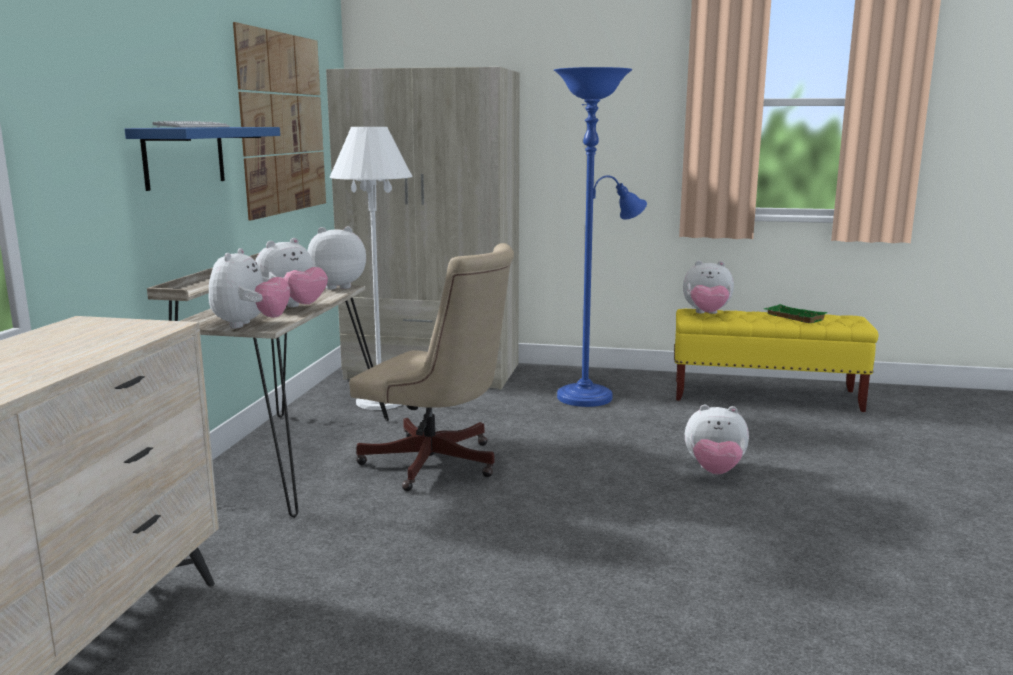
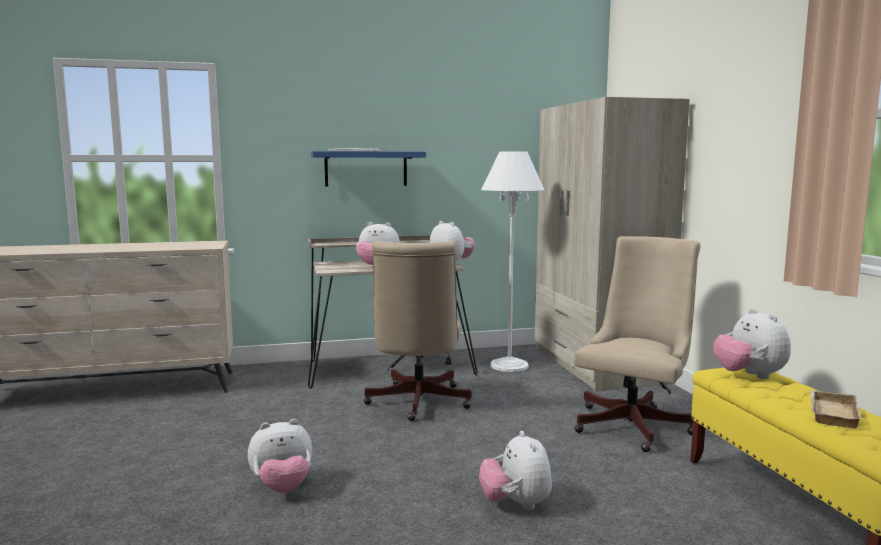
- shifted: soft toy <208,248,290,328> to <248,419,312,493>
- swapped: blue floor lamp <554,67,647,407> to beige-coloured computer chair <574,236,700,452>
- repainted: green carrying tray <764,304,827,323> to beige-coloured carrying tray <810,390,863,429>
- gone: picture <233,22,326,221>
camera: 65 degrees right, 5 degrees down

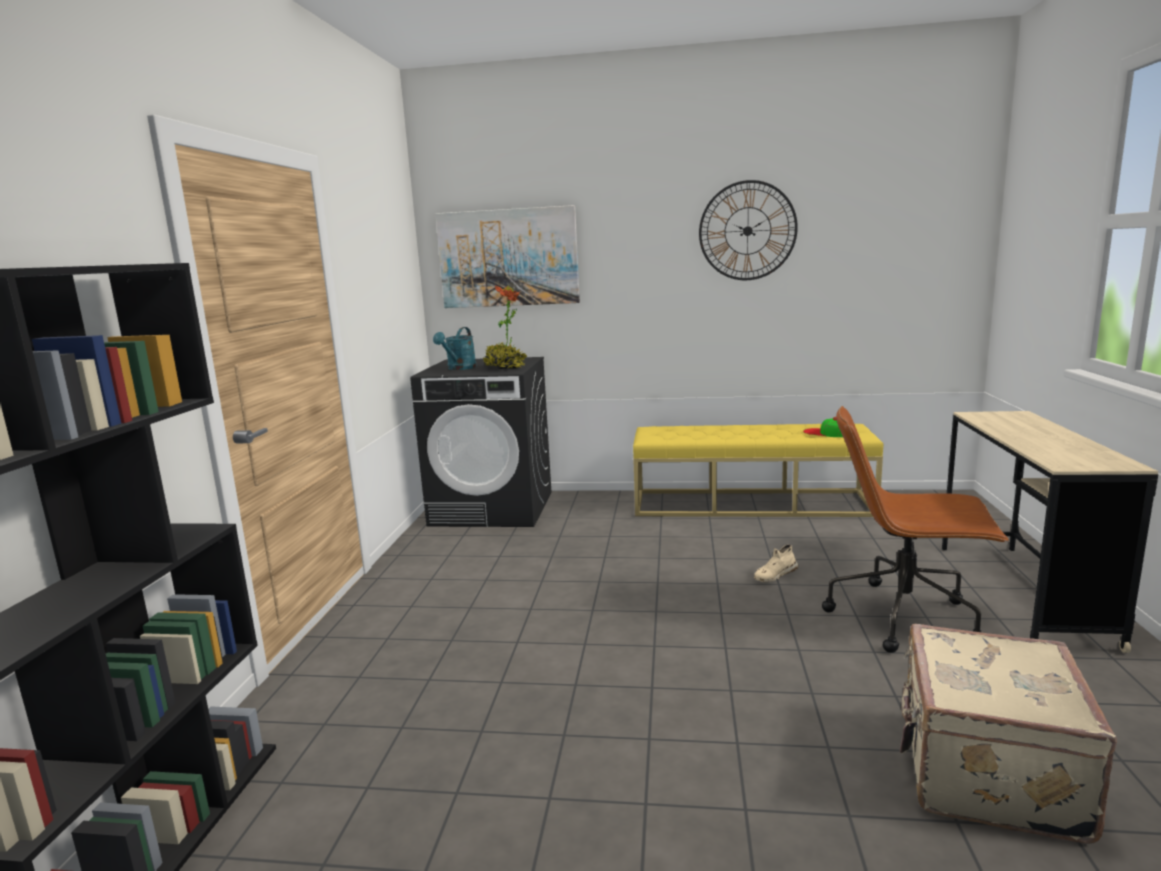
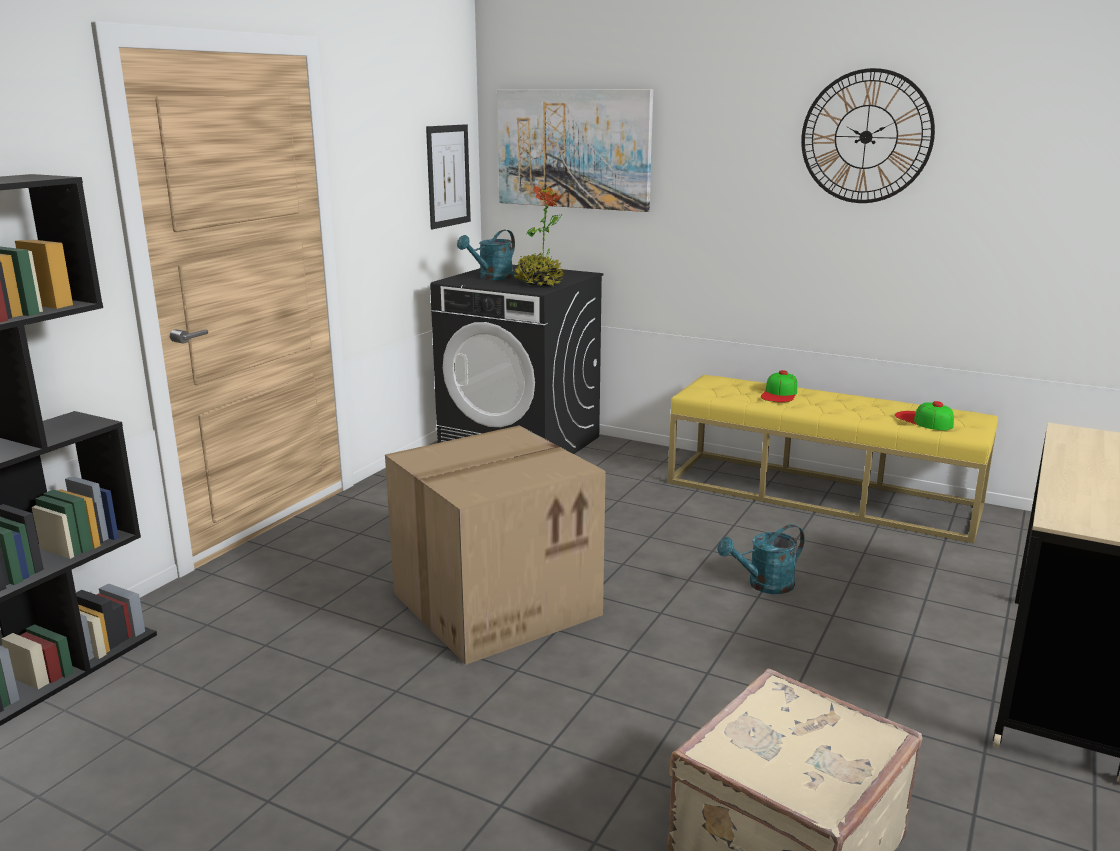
- new: cardboard box <385,425,606,665>
- new: picture <426,124,471,229>
- swapped: beige-coloured shoe <754,545,799,582> to turquoise-coloured sprinkling can <717,524,805,594>
- new: peaked cap <761,370,797,403>
- gone: brown computer chair <822,406,1009,653>
camera: 20 degrees right, 5 degrees up

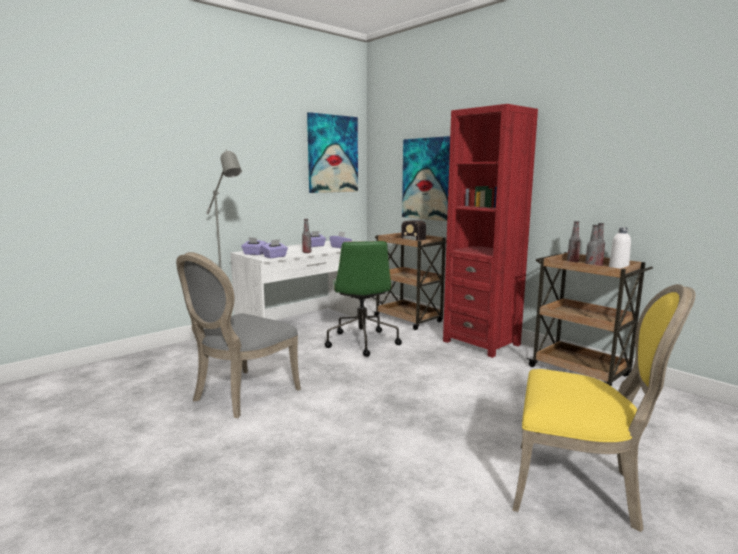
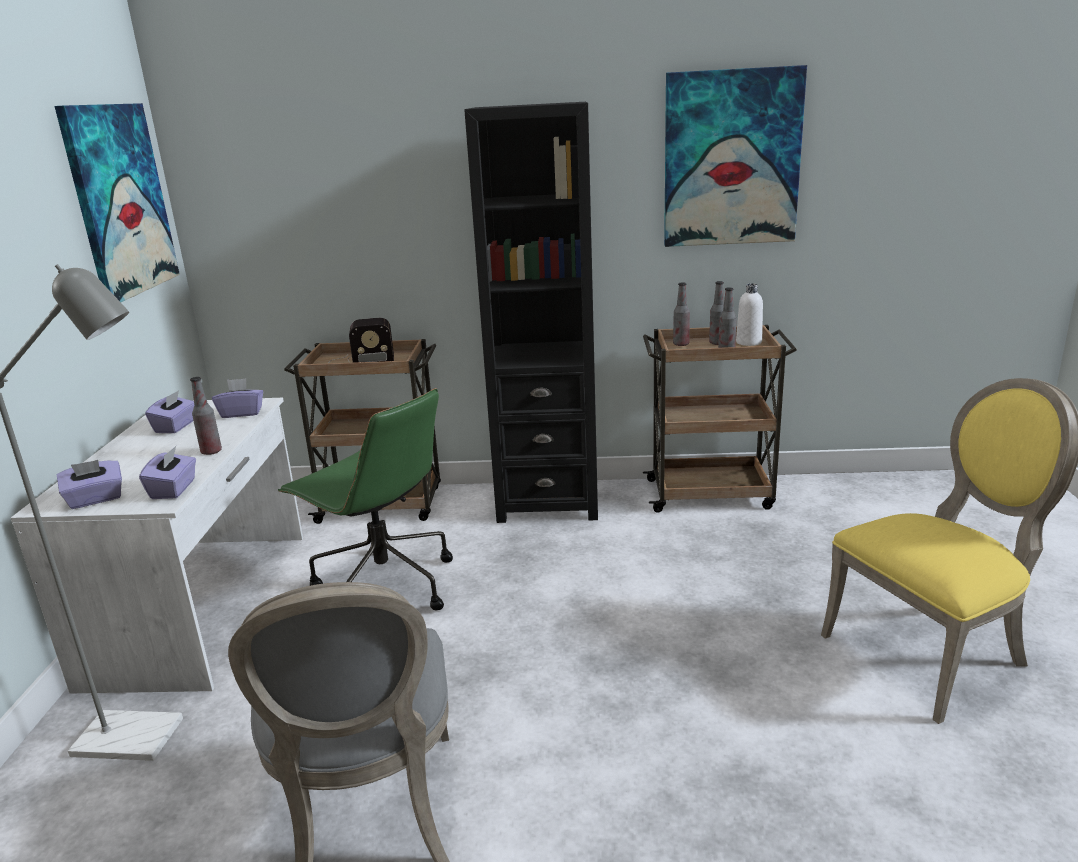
- repainted: red-coloured shelving unit <443,104,538,358> to blackish shelving unit <464,102,598,523>
- shifted: picture <402,136,450,221> to <664,65,807,247>
camera: 45 degrees left, 10 degrees up

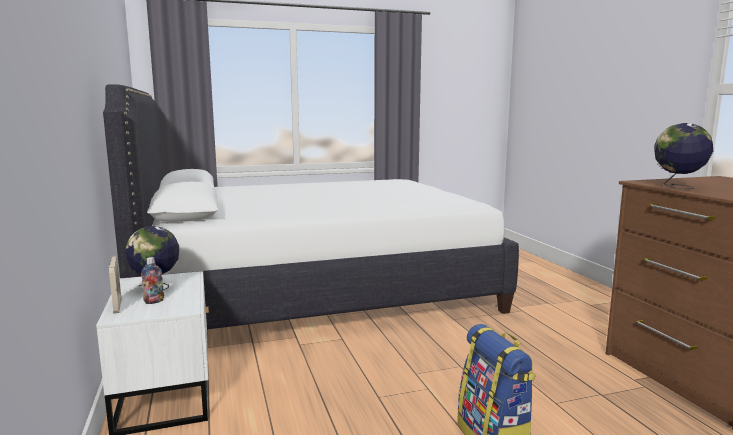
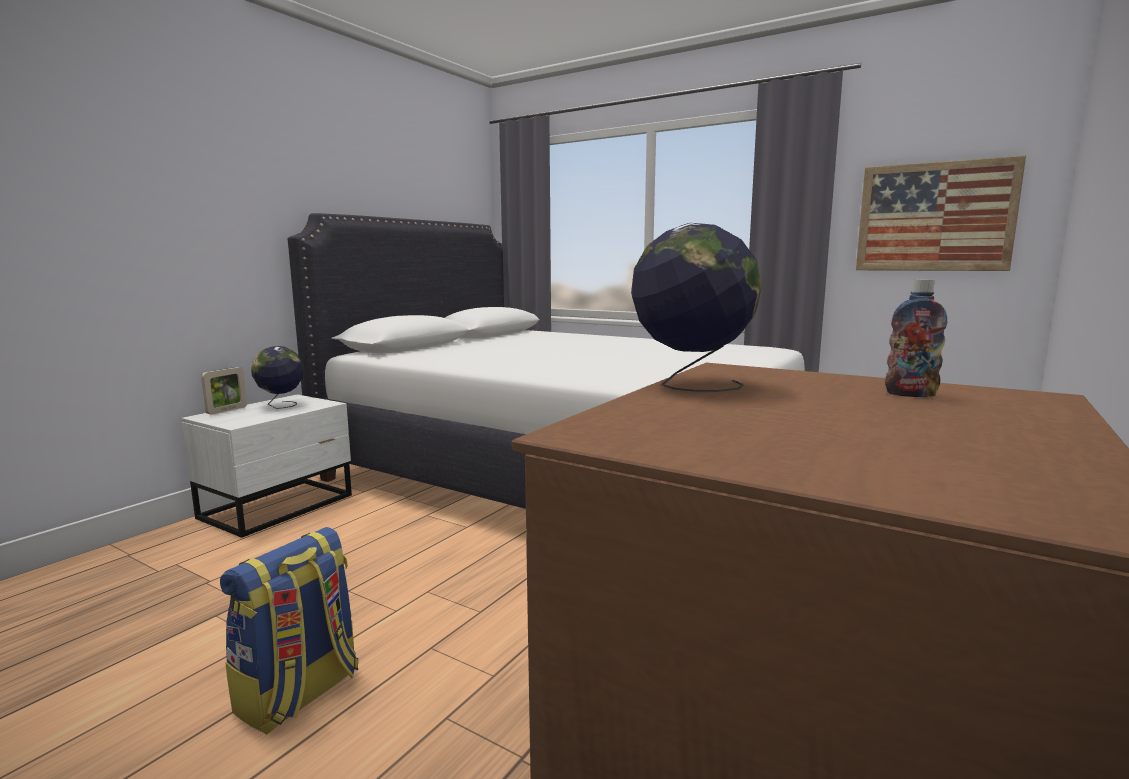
- new: picture <856,155,1026,271>
- shifted: bottle <141,257,164,304> to <885,279,947,397>
camera: 50 degrees right, 0 degrees up

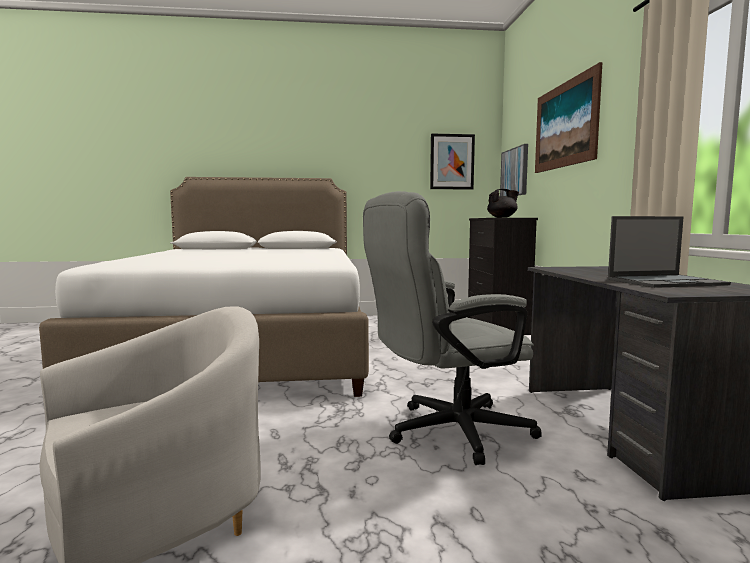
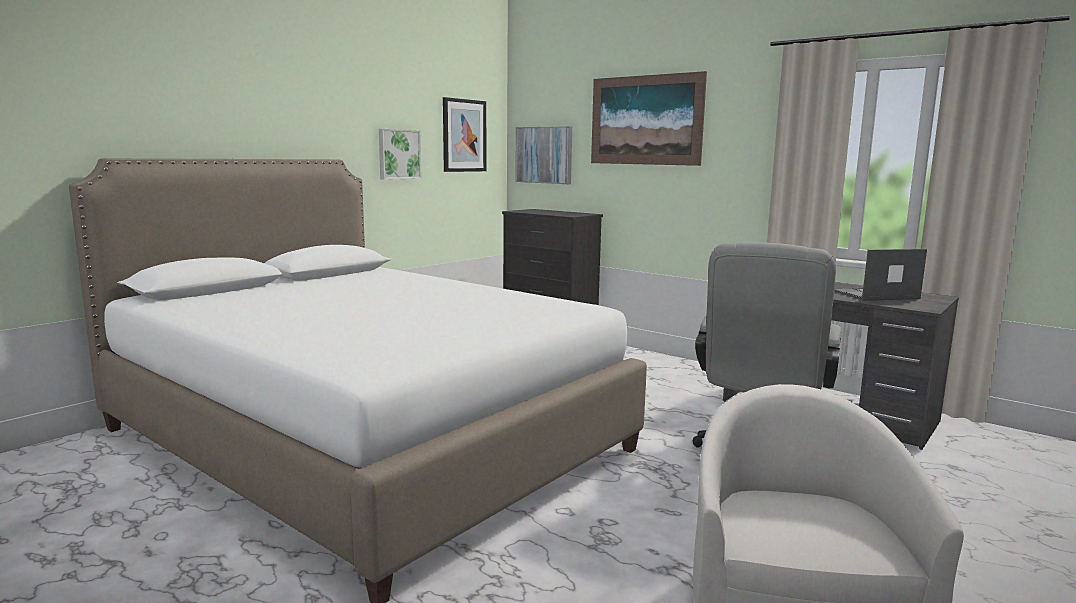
- new: picture <379,129,422,180>
- rotated: portable computer <608,216,731,288> = <834,249,927,301> 135 degrees counterclockwise
- gone: blackish teapot <487,189,519,218>
camera: 45 degrees left, 5 degrees up

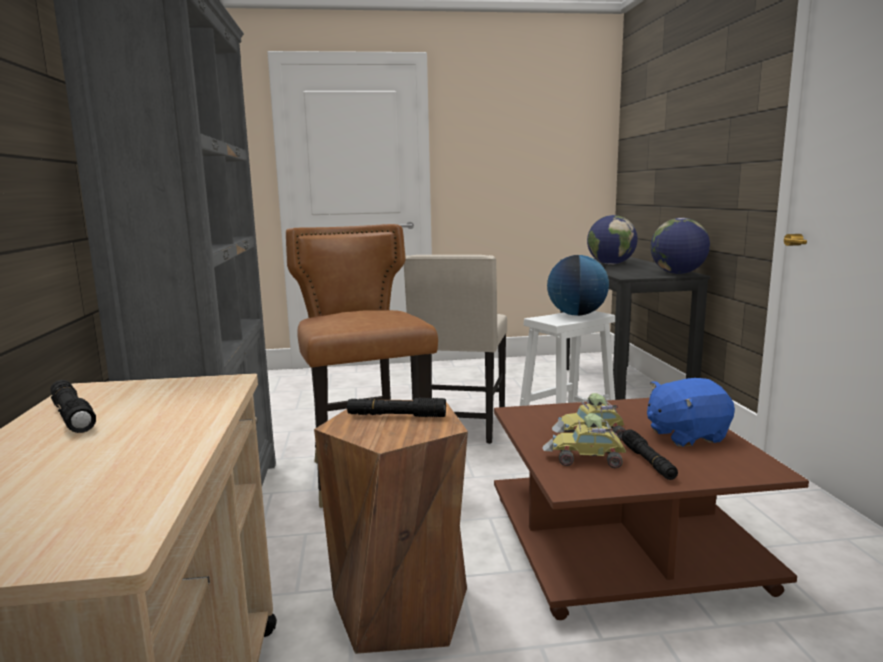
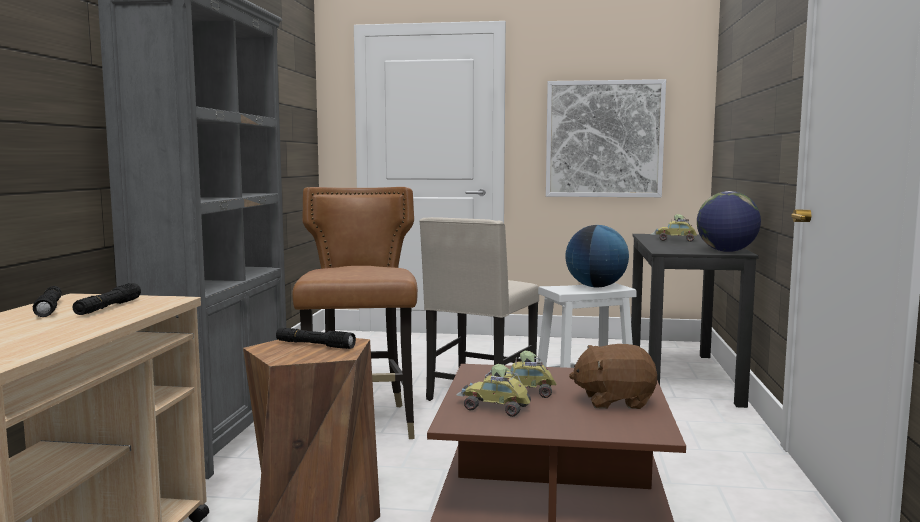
- shifted: blackish hand torch <622,430,678,480> to <72,283,141,315>
- new: picture <546,79,666,197>
- repainted: blue soft toy <647,378,735,447> to brown soft toy <569,344,657,409>
- swapped: desk globe <587,215,638,265> to toy car <651,214,697,242>
camera: 15 degrees right, 5 degrees down

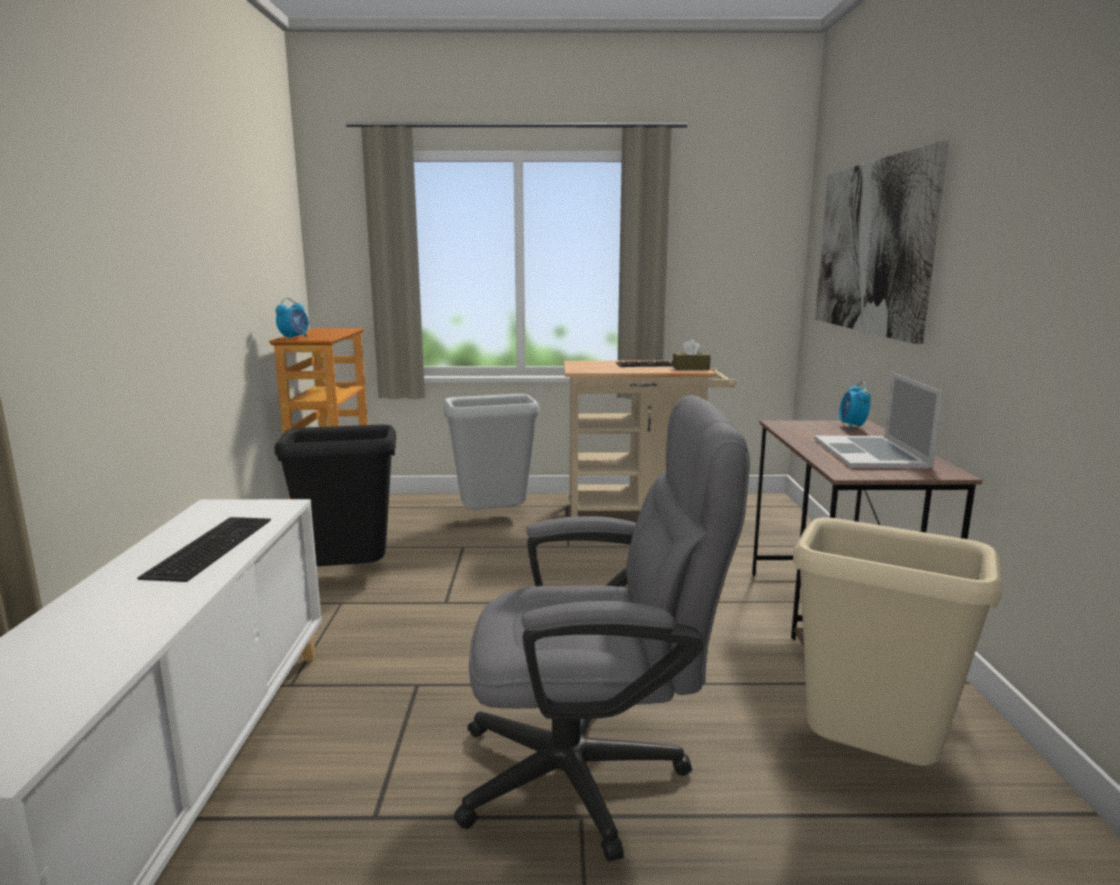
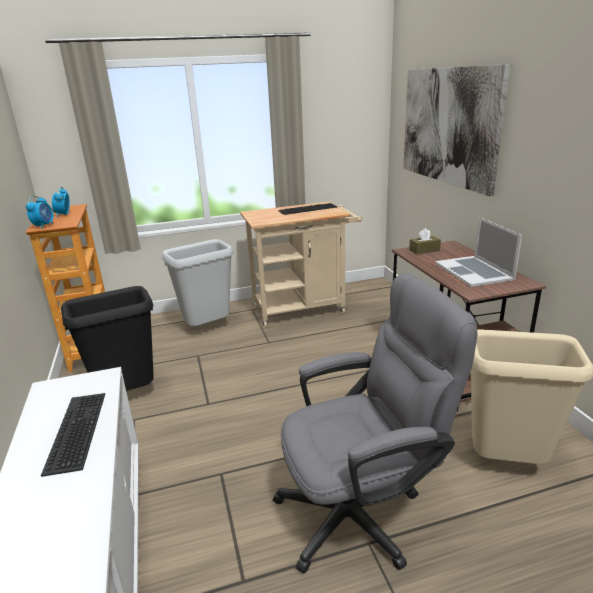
- shifted: table clock <839,381,871,429> to <52,186,70,218>
- shifted: brown tissue box <673,339,711,370> to <409,228,441,254>
camera: 15 degrees left, 10 degrees up

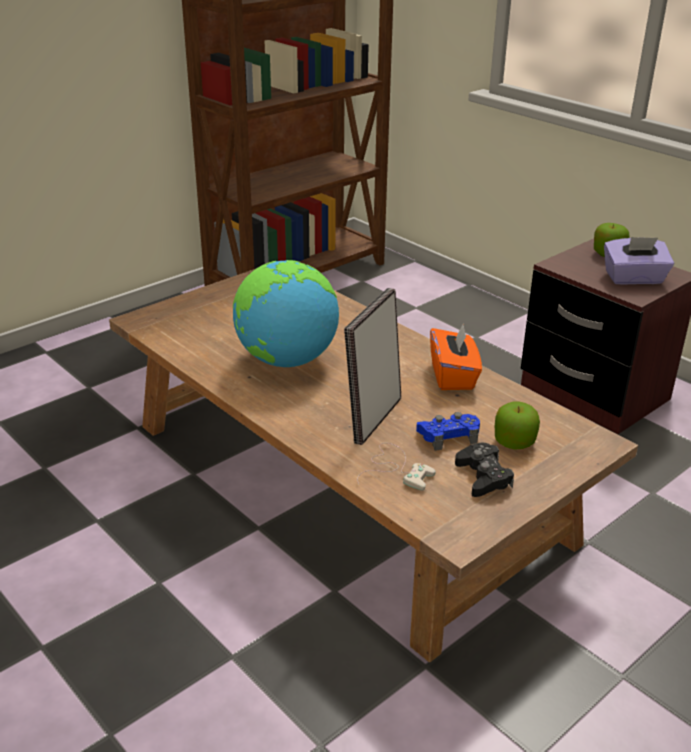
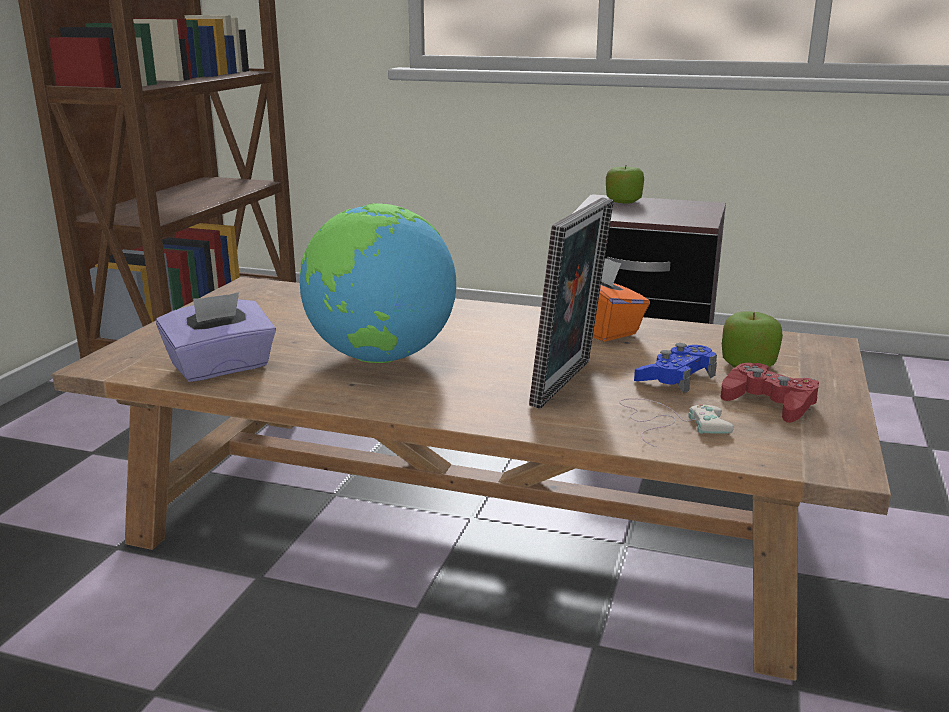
- shifted: purplish tissue box <604,237,674,285> to <156,292,276,382>
- rotated: picture frame <344,288,401,445> = <529,197,614,409> 150 degrees counterclockwise
- repainted: blackish gamepad <455,443,514,497> to red-coloured gamepad <720,363,819,423>
camera: 30 degrees left, 10 degrees down

